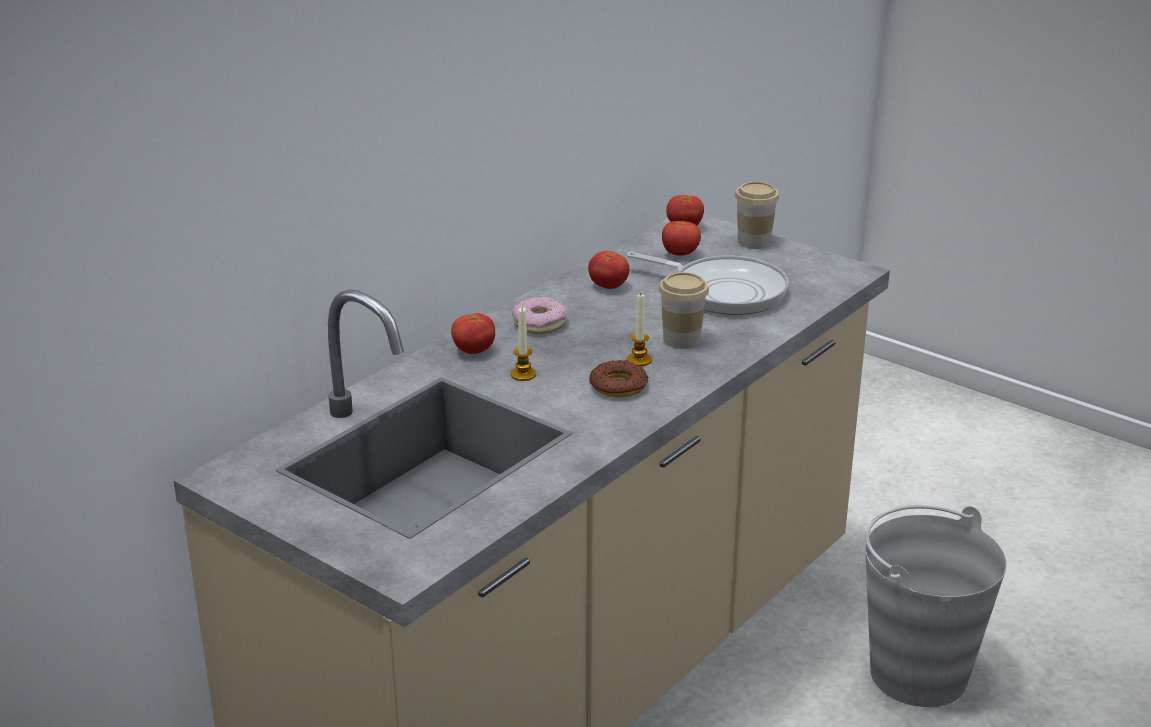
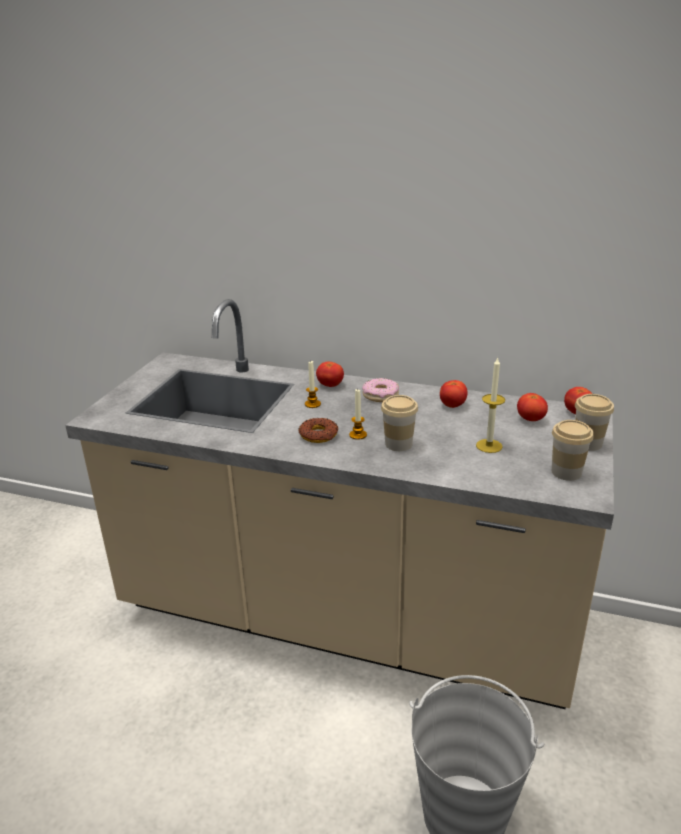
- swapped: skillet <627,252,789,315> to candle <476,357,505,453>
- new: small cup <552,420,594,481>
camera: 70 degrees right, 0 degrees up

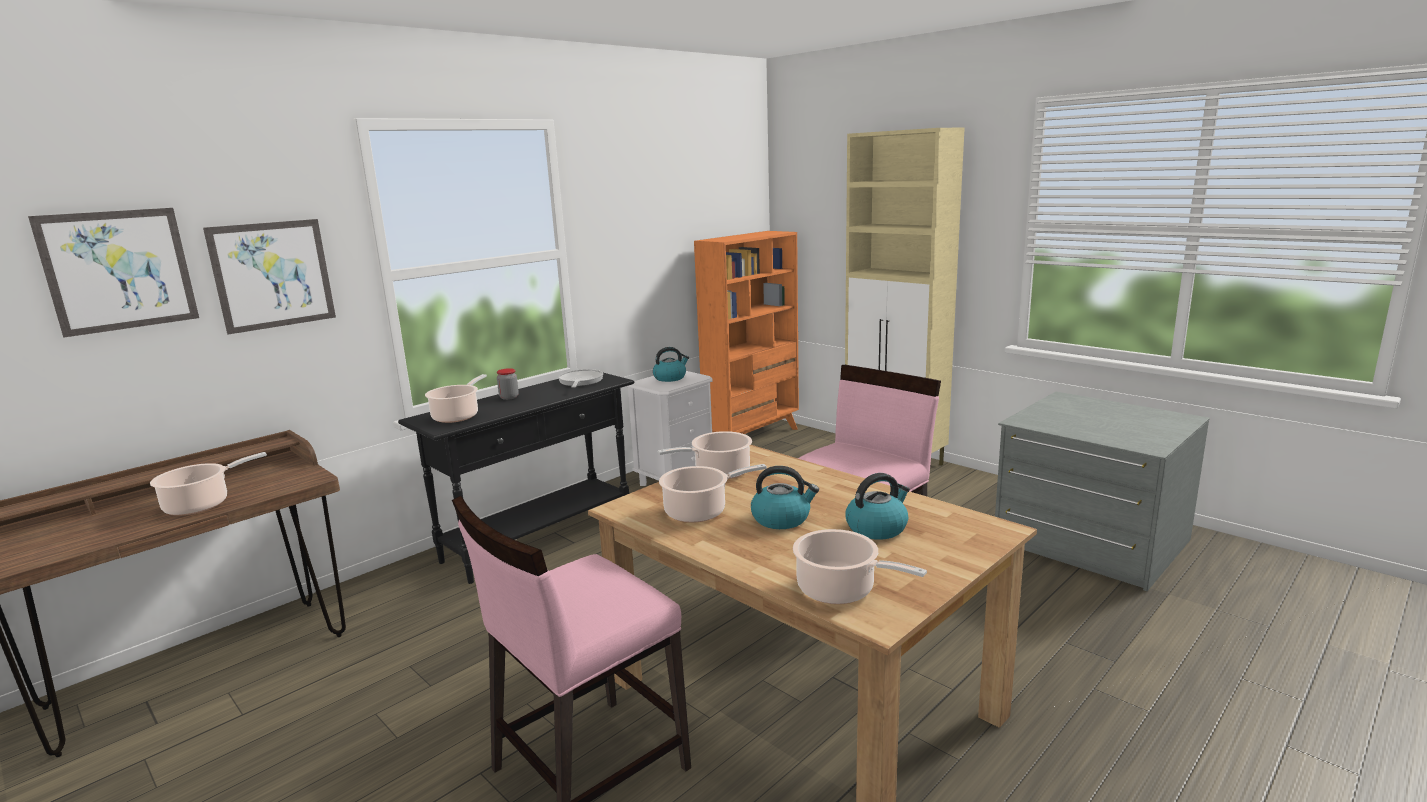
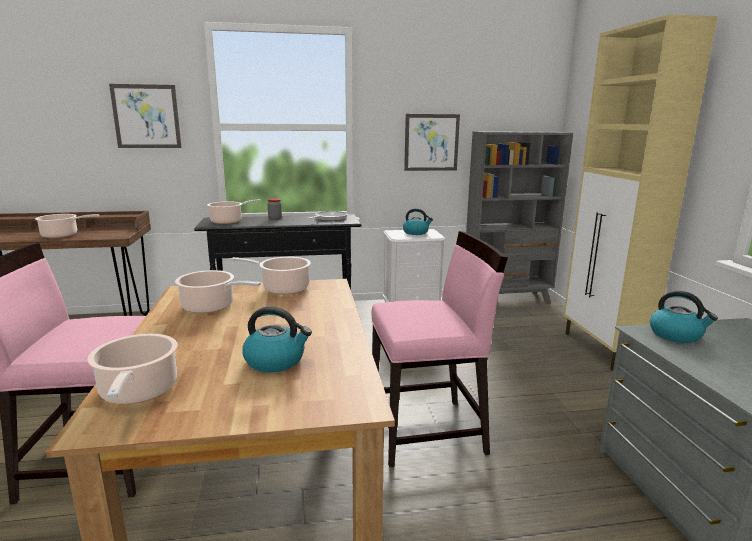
- shifted: picture <28,208,199,337> to <404,114,460,171>
- repainted: orange shelving unit <694,231,799,434> to grey shelving unit <466,131,573,304>
- shifted: water kettle <751,466,819,529> to <650,291,718,343>
camera: 35 degrees right, 0 degrees up

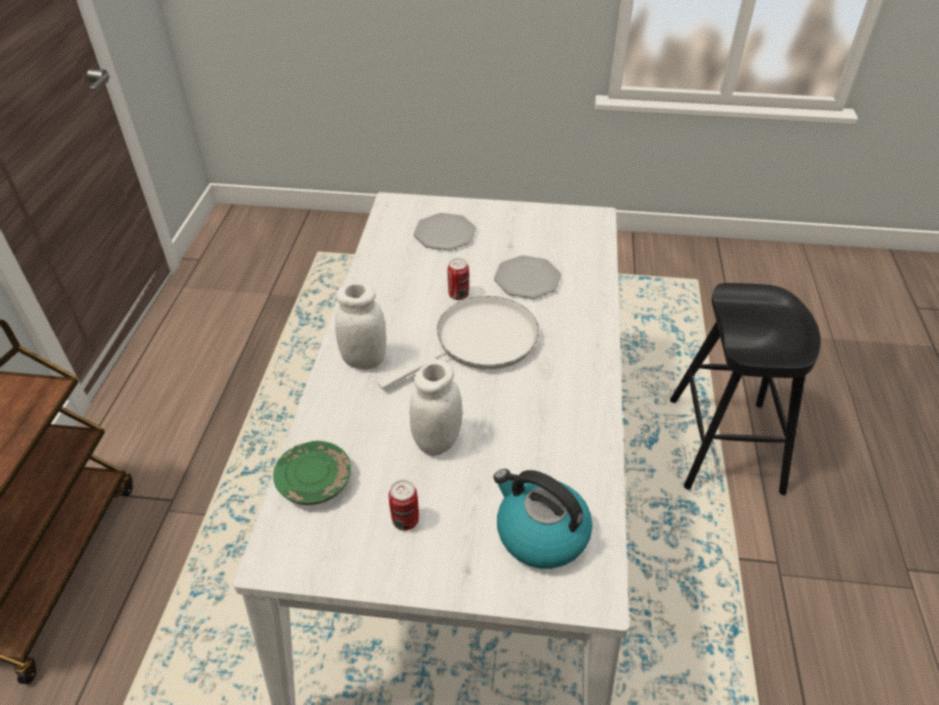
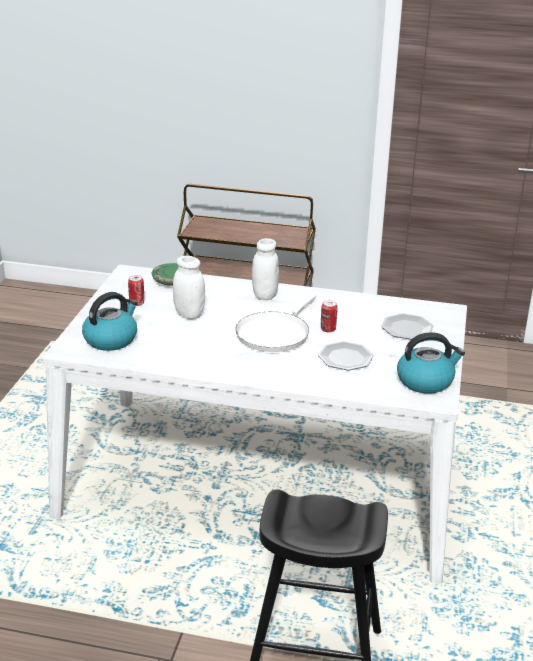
- rotated: white-coloured skillet <378,296,539,389> = <235,294,316,352> 60 degrees clockwise
- new: water kettle <397,332,465,394>
camera: 95 degrees right, 15 degrees down

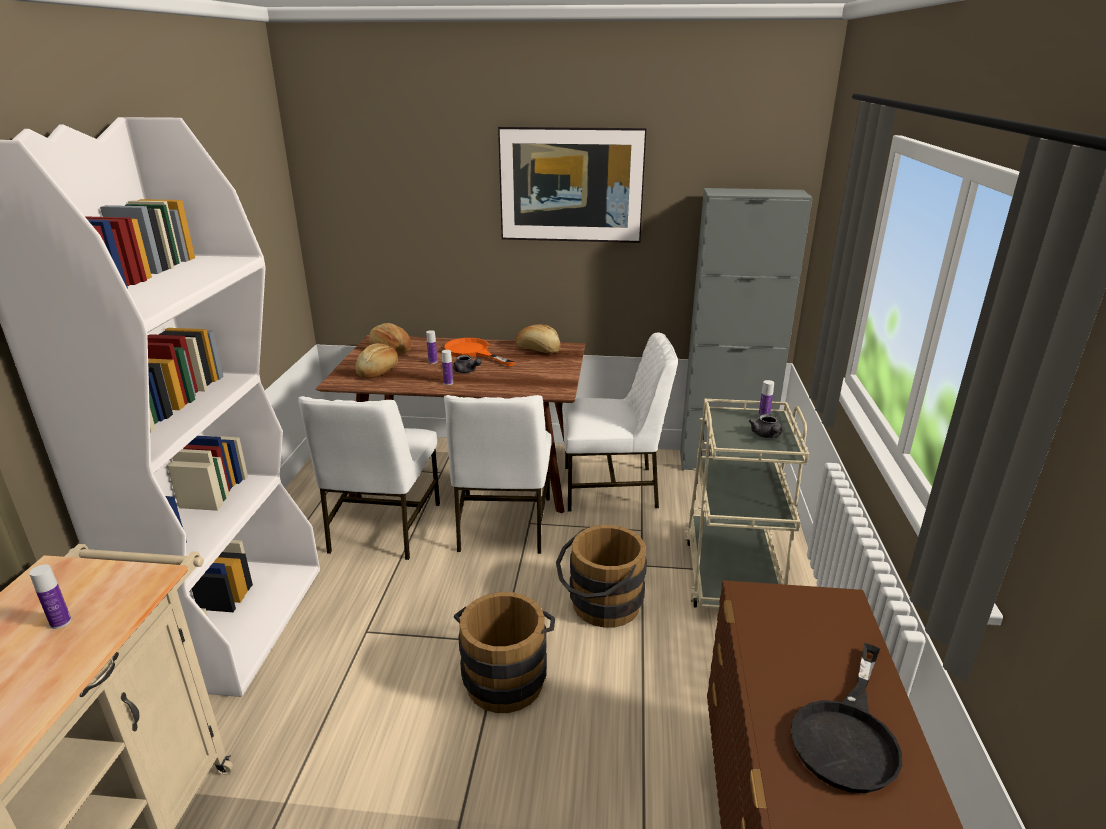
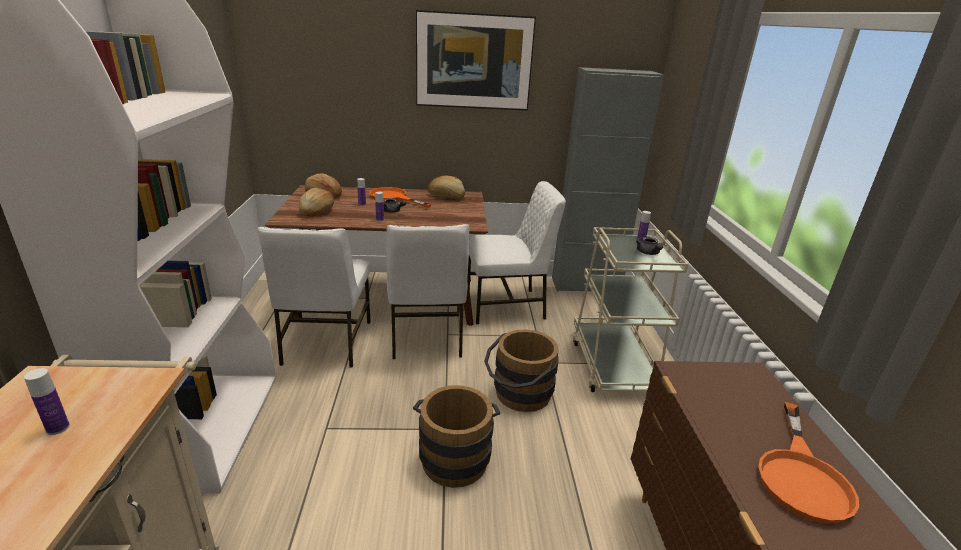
- repainted: blackish skillet <791,643,902,793> to orange skillet <759,402,859,524>
camera: 10 degrees left, 0 degrees up

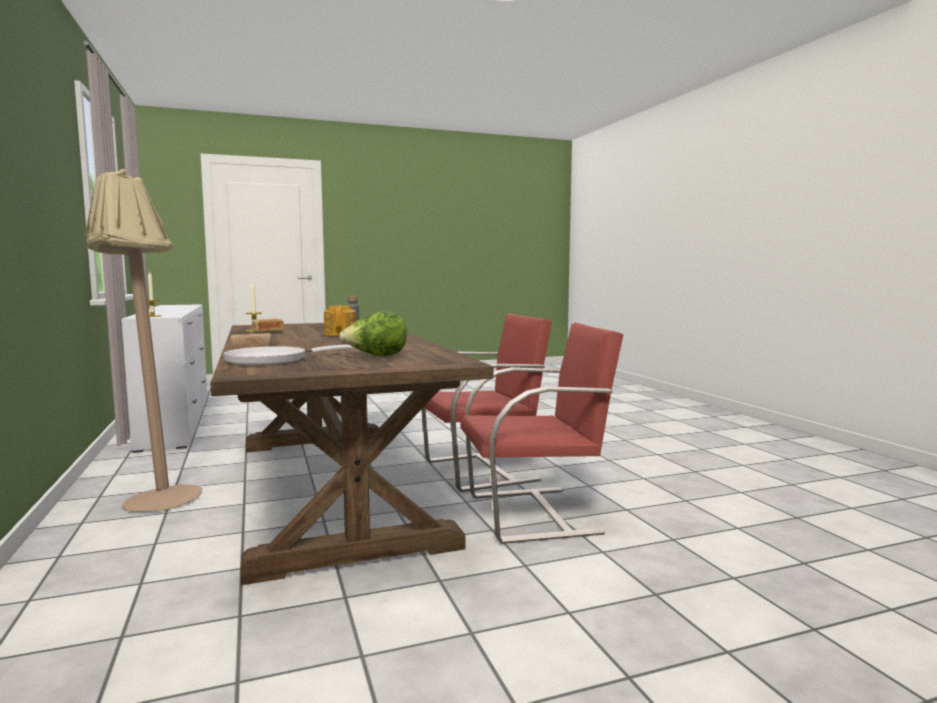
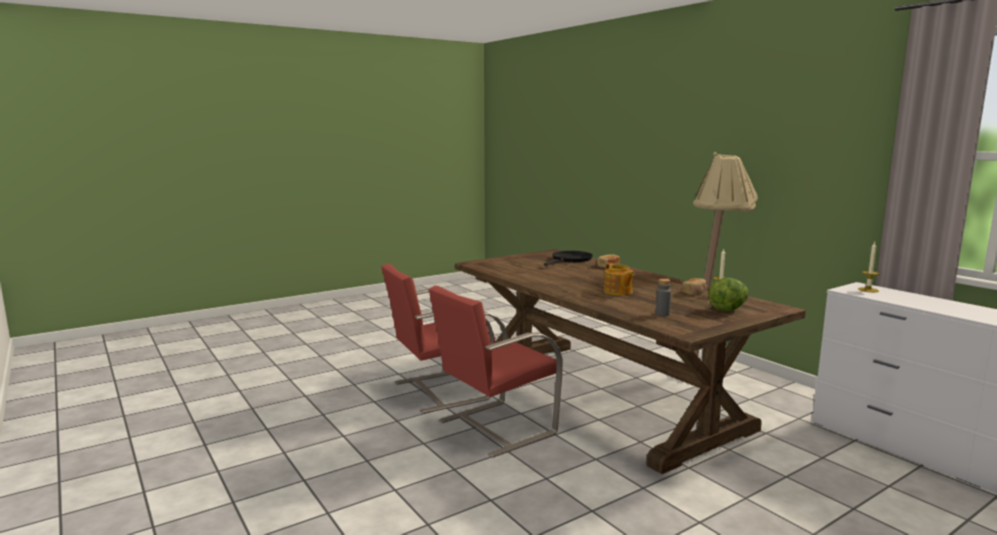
- repainted: white-coloured skillet <223,345,354,365> to blackish skillet <544,251,593,265>
- shifted: lettuce head <339,311,407,356> to <708,278,749,311>
camera: 165 degrees right, 5 degrees up

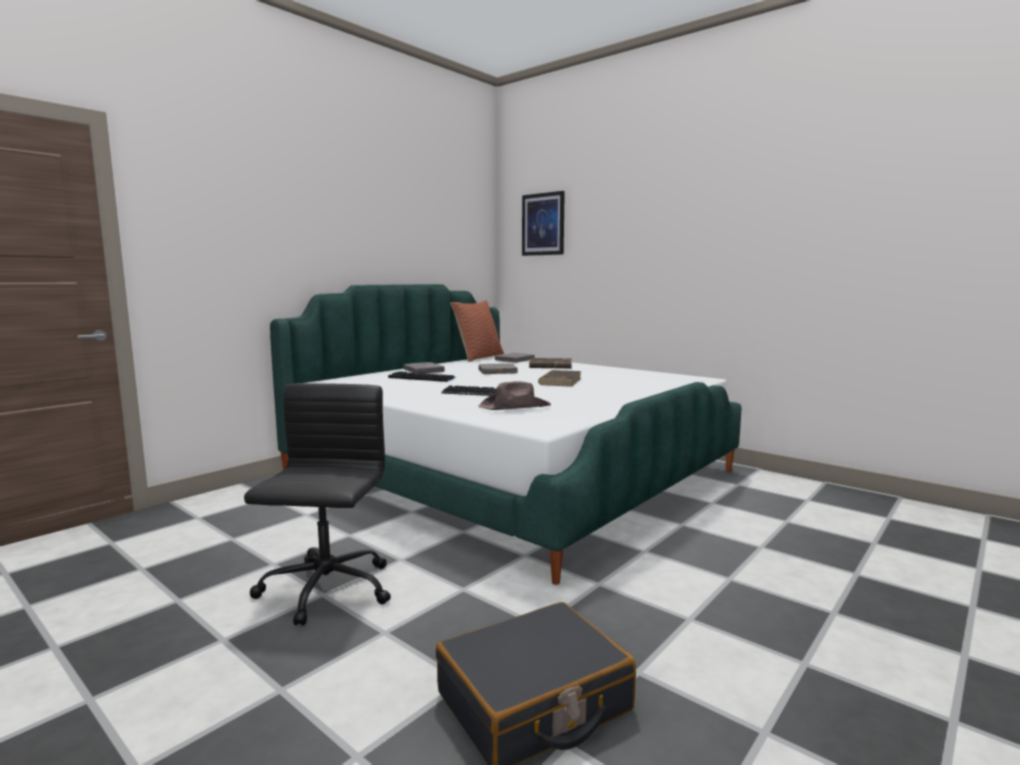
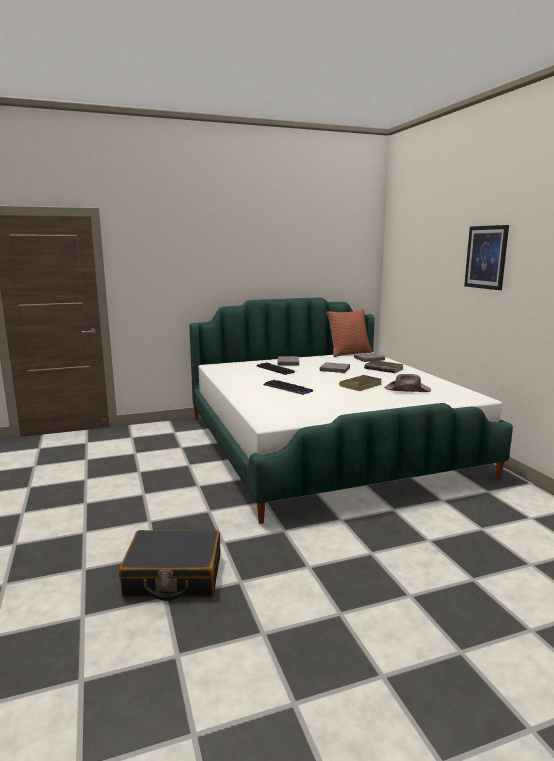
- shifted: brown clothing hat <478,381,551,410> to <384,374,431,392>
- shifted: picture <522,191,565,256> to <464,225,509,290>
- gone: blackish computer chair <244,383,391,626>
camera: 30 degrees right, 5 degrees up

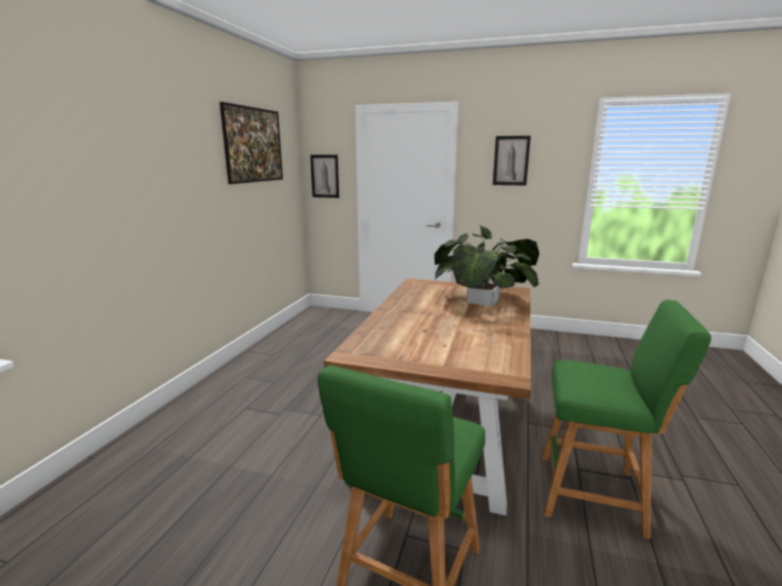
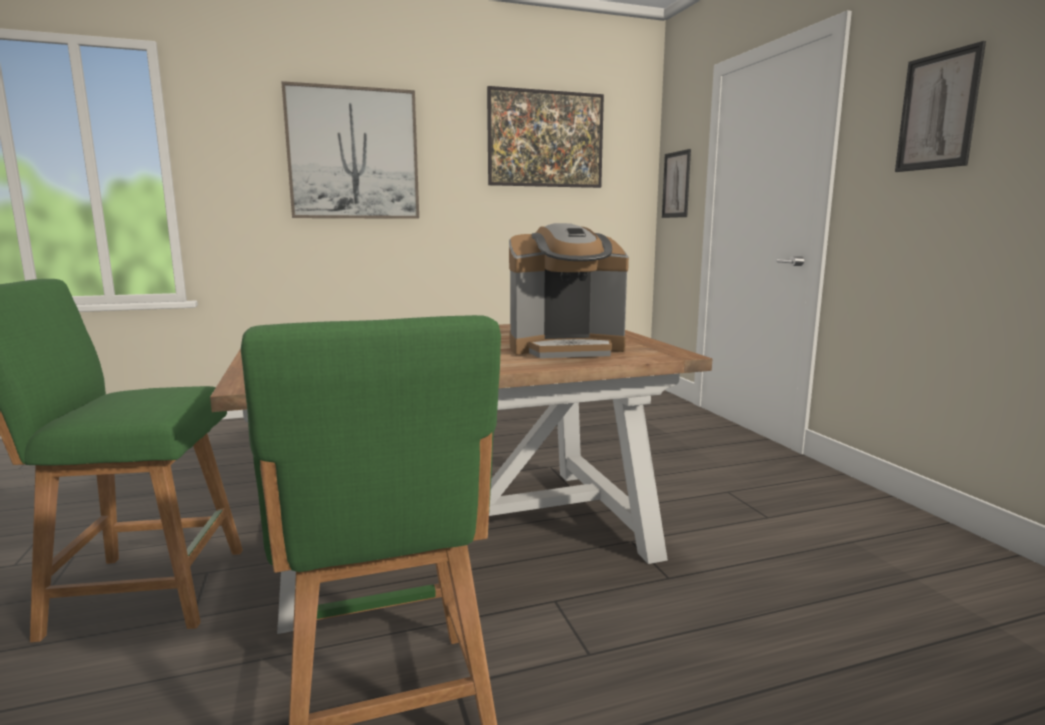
- new: picture <281,81,419,219>
- swapped: houseplant <434,224,539,307> to coffee maker <509,223,629,358>
camera: 55 degrees right, 5 degrees down

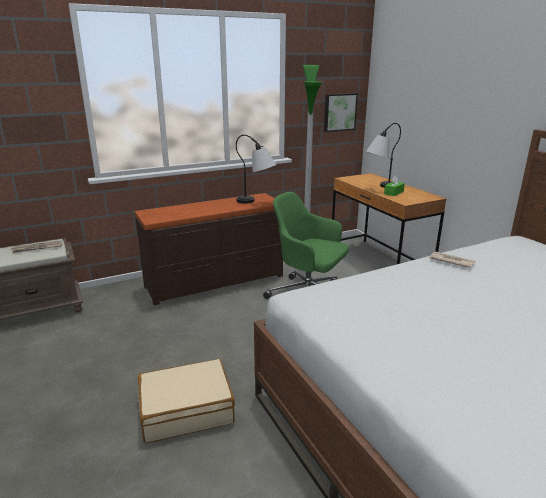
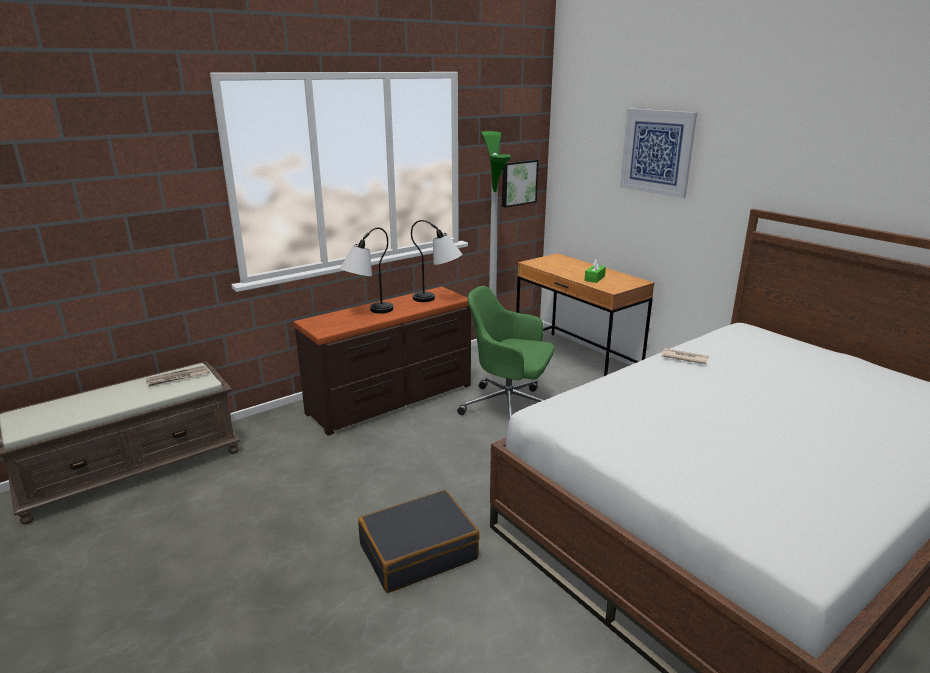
- shifted: tabletop lamp <366,123,401,188> to <340,227,393,314>
- repainted: beige-coloured travel case <138,359,235,443> to blackish travel case <358,490,480,593>
- new: picture <620,109,697,198>
camera: 10 degrees left, 0 degrees up

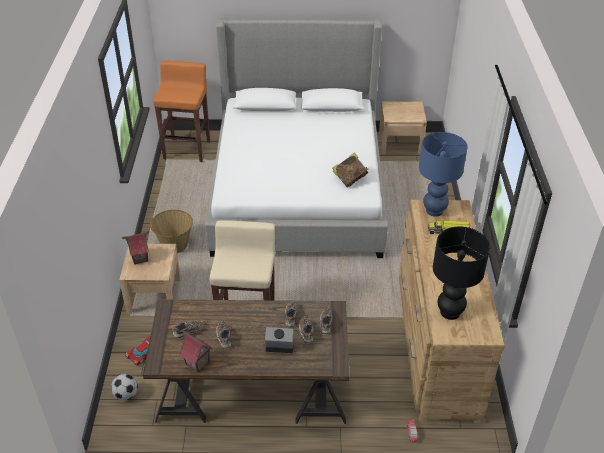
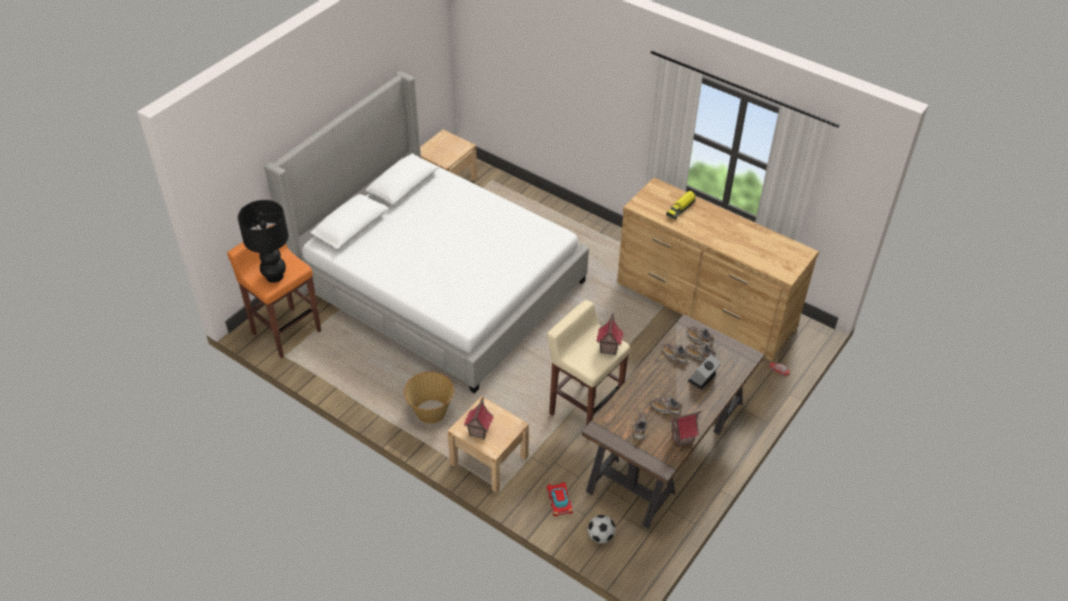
- shifted: blackish tabletop lamp <433,227,490,320> to <238,200,289,283>
- new: model house <596,313,624,355>
- gone: bound book <332,152,368,188>
- gone: blue tabletop lamp <419,132,468,217>
camera: 55 degrees left, 5 degrees up

